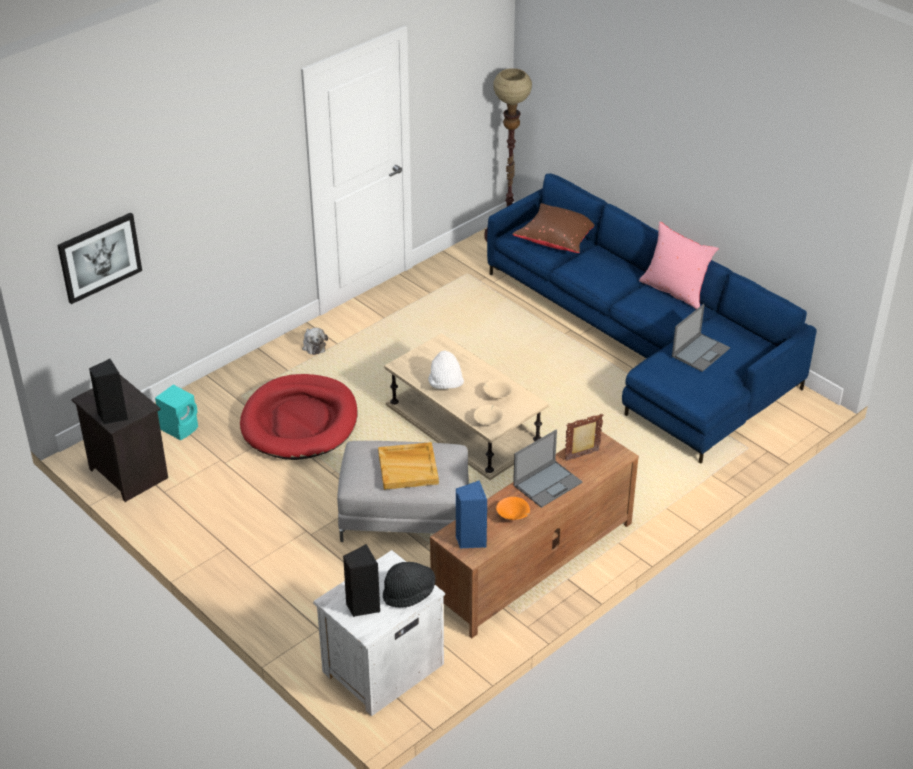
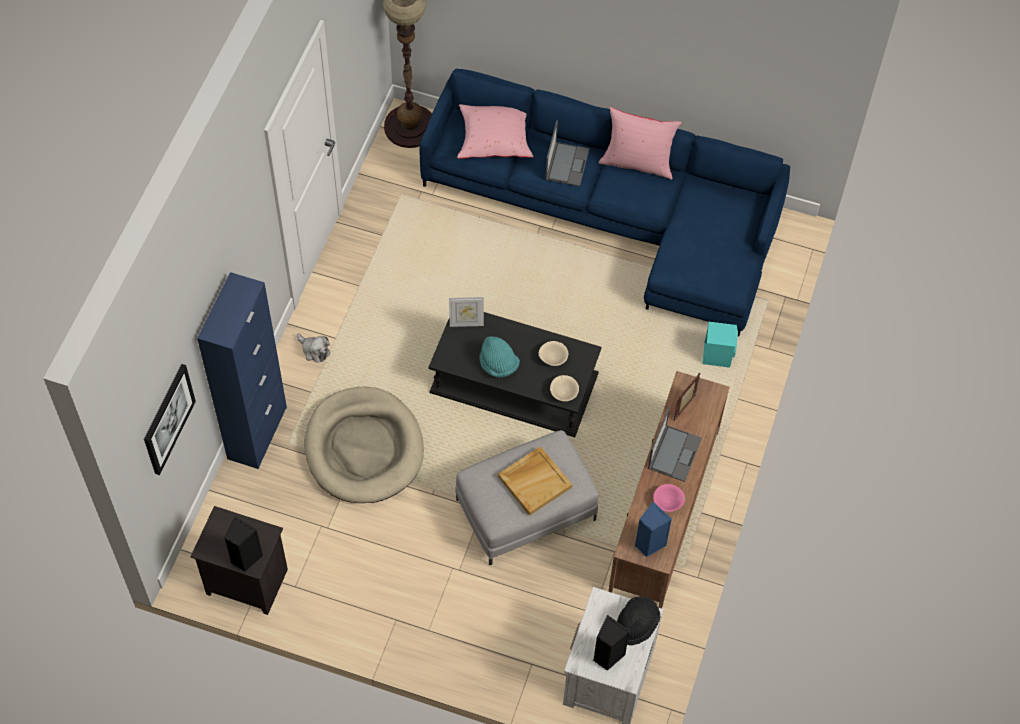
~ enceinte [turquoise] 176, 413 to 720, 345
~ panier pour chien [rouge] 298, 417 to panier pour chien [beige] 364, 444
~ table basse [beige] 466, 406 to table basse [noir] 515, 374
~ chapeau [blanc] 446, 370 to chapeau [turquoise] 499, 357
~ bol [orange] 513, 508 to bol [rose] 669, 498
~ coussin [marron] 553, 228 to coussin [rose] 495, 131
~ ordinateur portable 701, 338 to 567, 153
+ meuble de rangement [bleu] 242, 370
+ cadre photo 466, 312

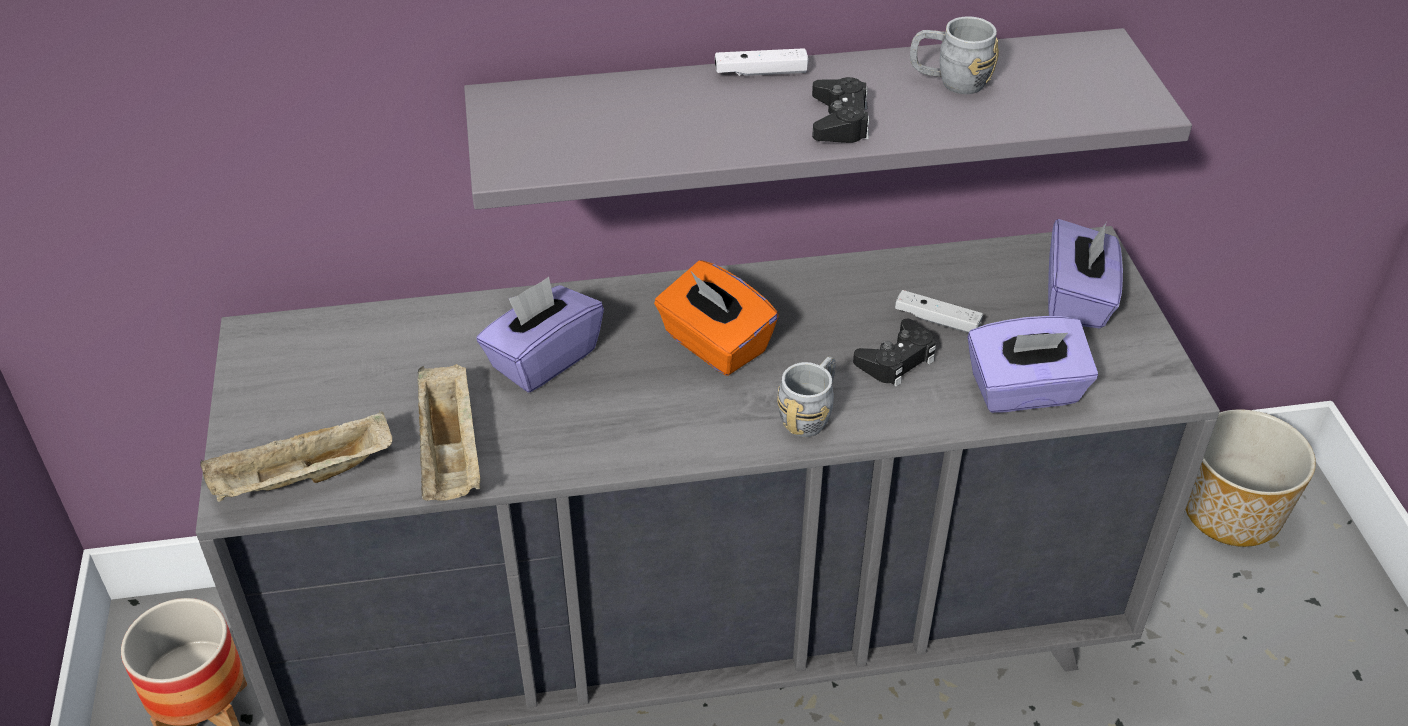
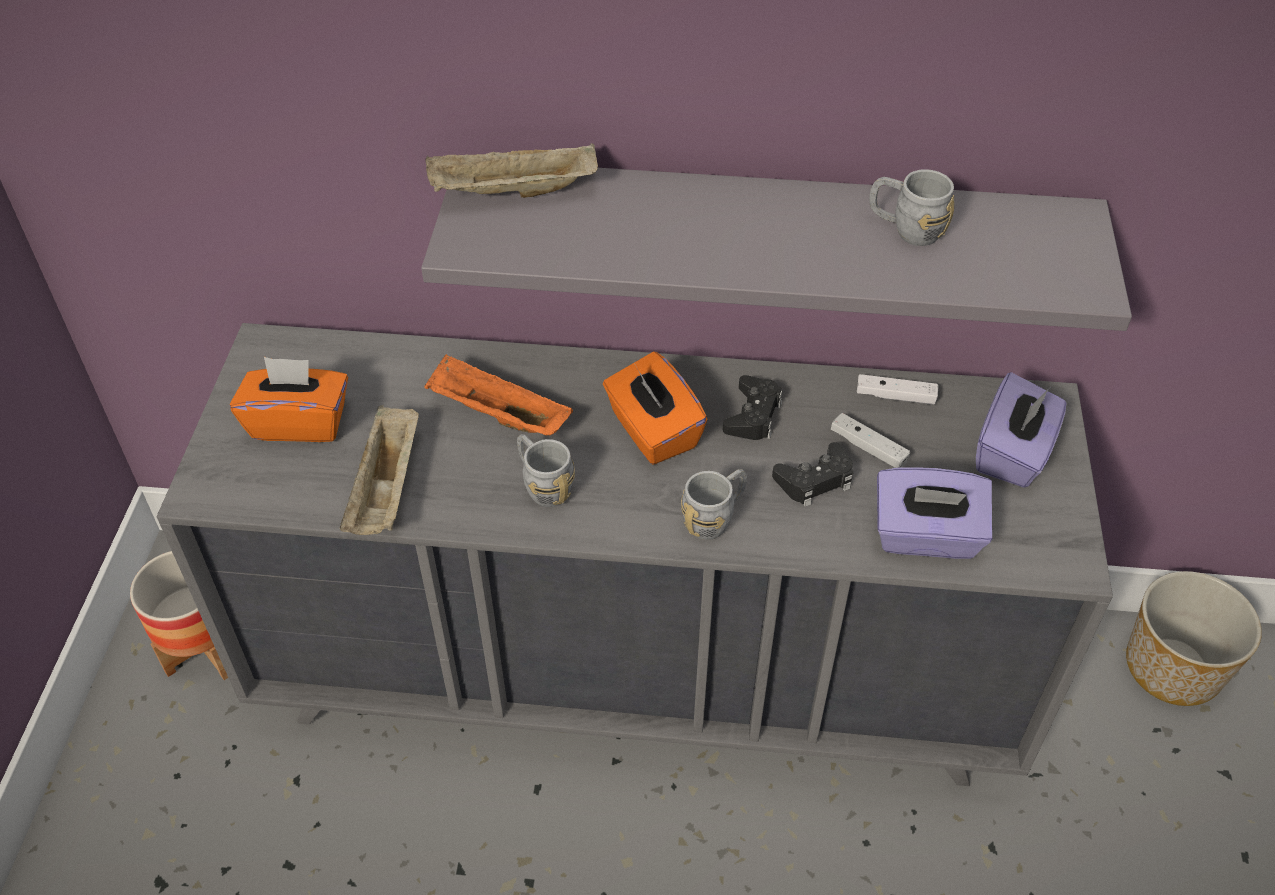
~ plateau [beige] 296, 456 to 511, 170
~ boîte à mouchoirs [violet] 540, 335 to plateau [orange] 498, 395
~ manette [blanc] 761, 62 to 897, 389
~ manette [noir] 840, 110 to 752, 407
+ boîte à mouchoirs [orange] 289, 399
+ mug [gris] 546, 470

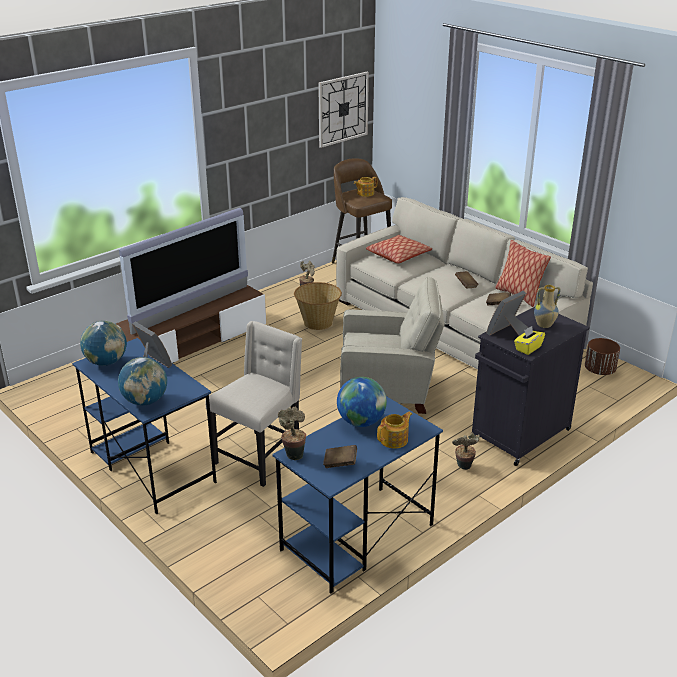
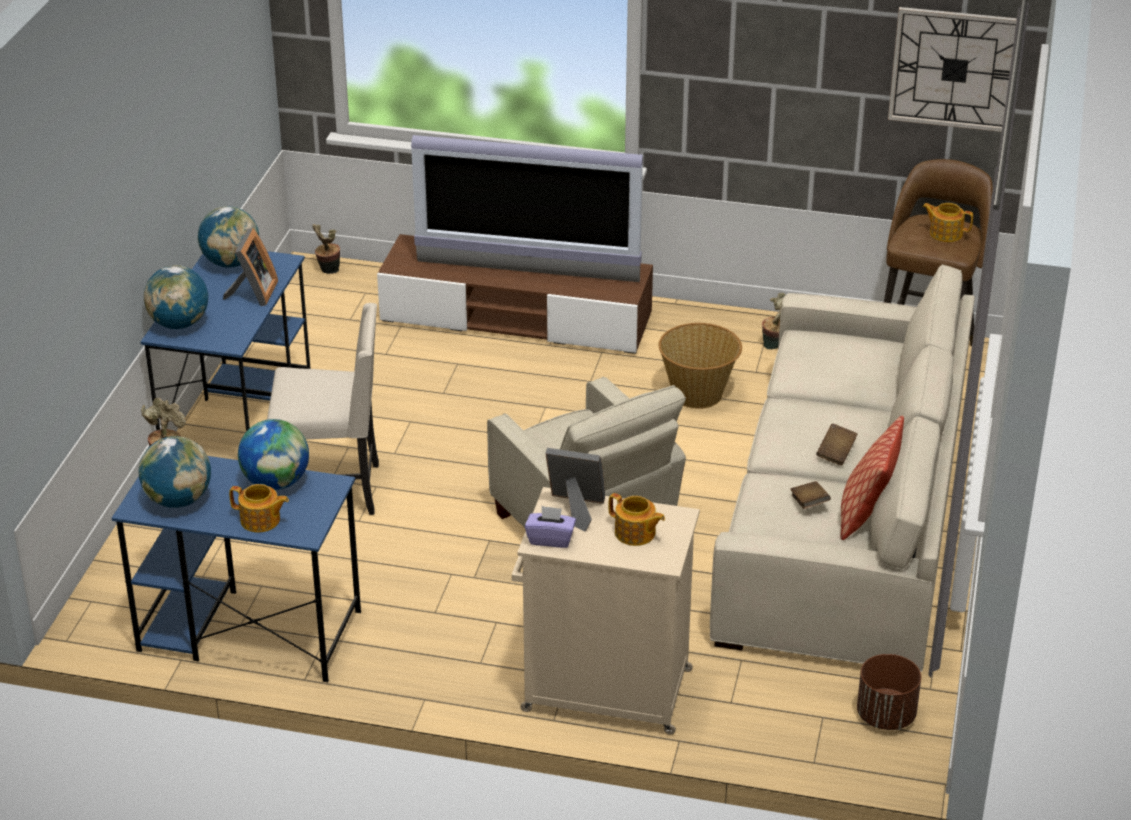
~ livre [marron] 340, 456 to globe 175, 472
- coussin 399, 249
~ plante en pot 466, 451 to 326, 249
~ meuble de rangement [noir] 531, 386 to meuble de rangement [beige] 606, 611
~ boîte à mouchoirs [jaune] 529, 340 to boîte à mouchoirs [violet] 550, 527
~ vase 547, 306 to théière 636, 519

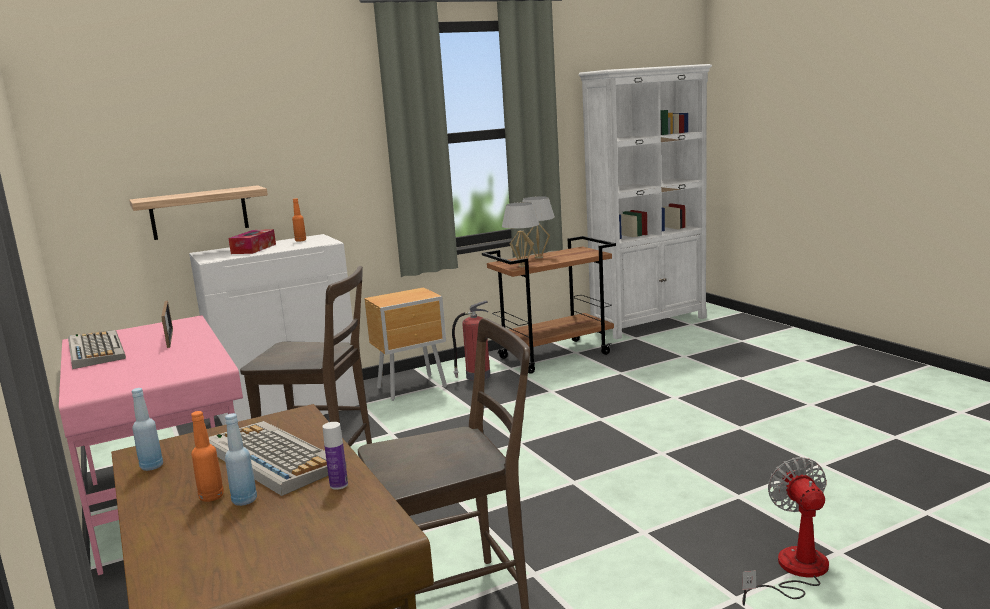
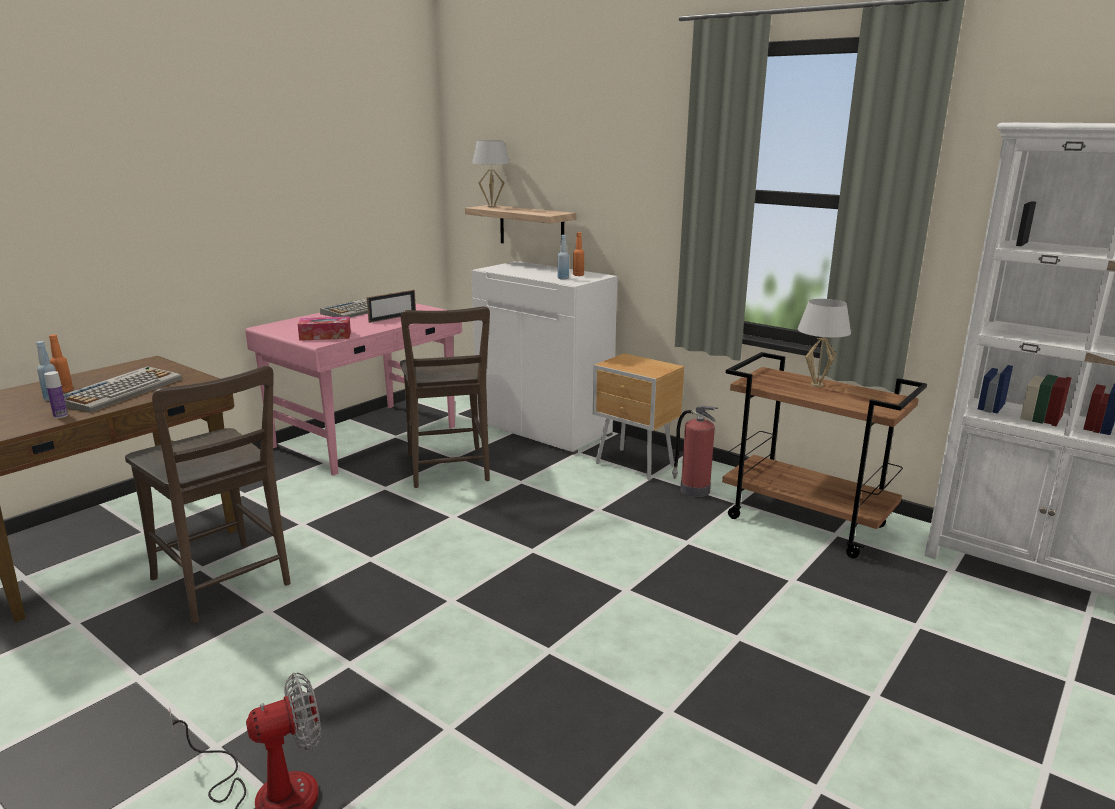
~ bouteille [bleu] 147, 429 to 563, 257
~ boîte à mouchoirs 252, 241 to 324, 329
~ lampe de table [blanc] 520, 234 to 491, 173

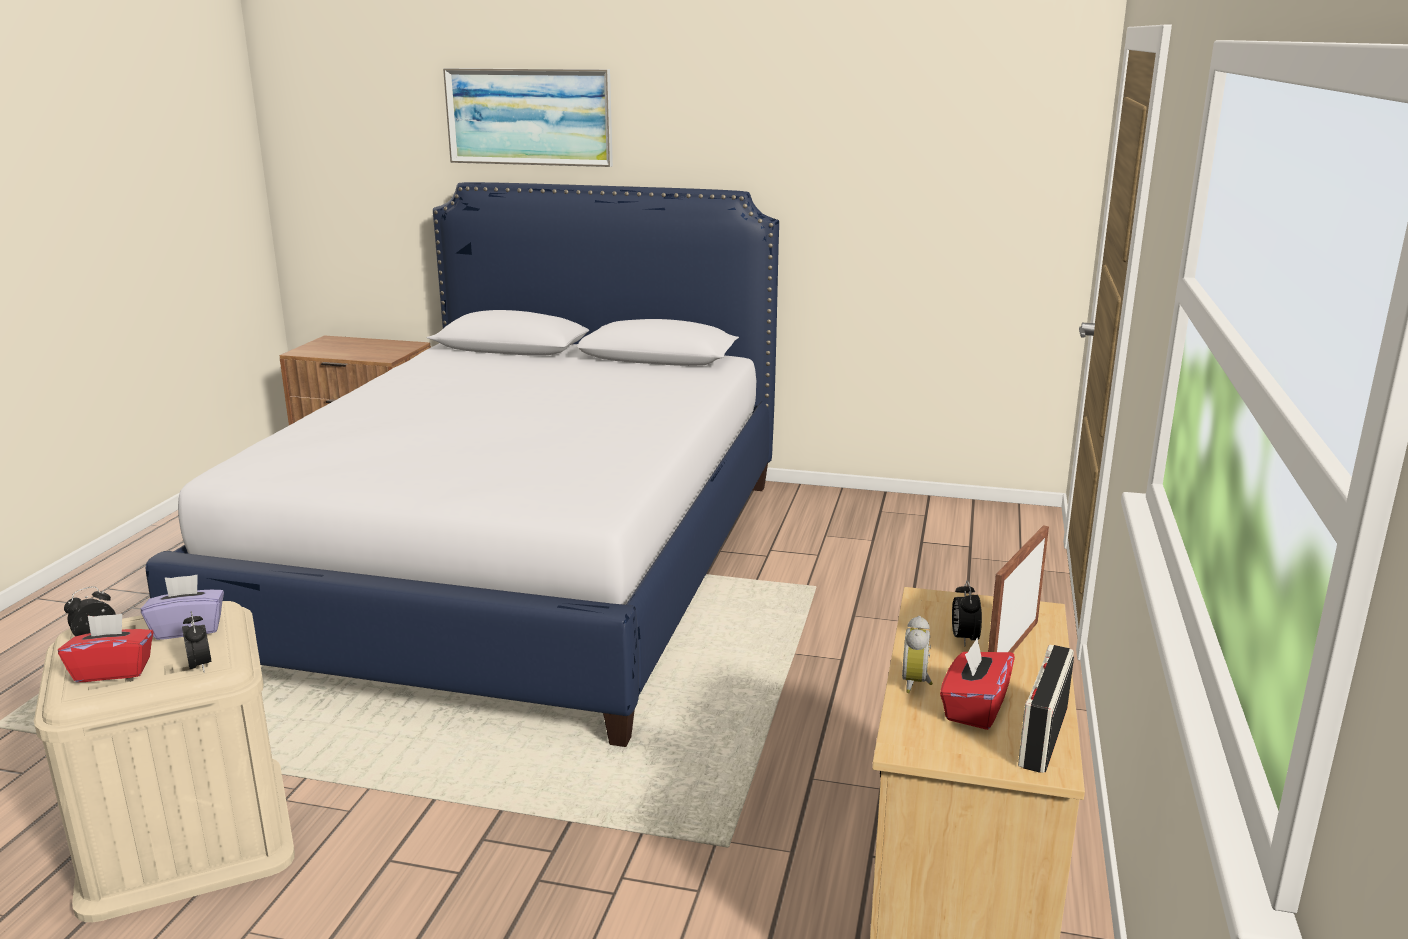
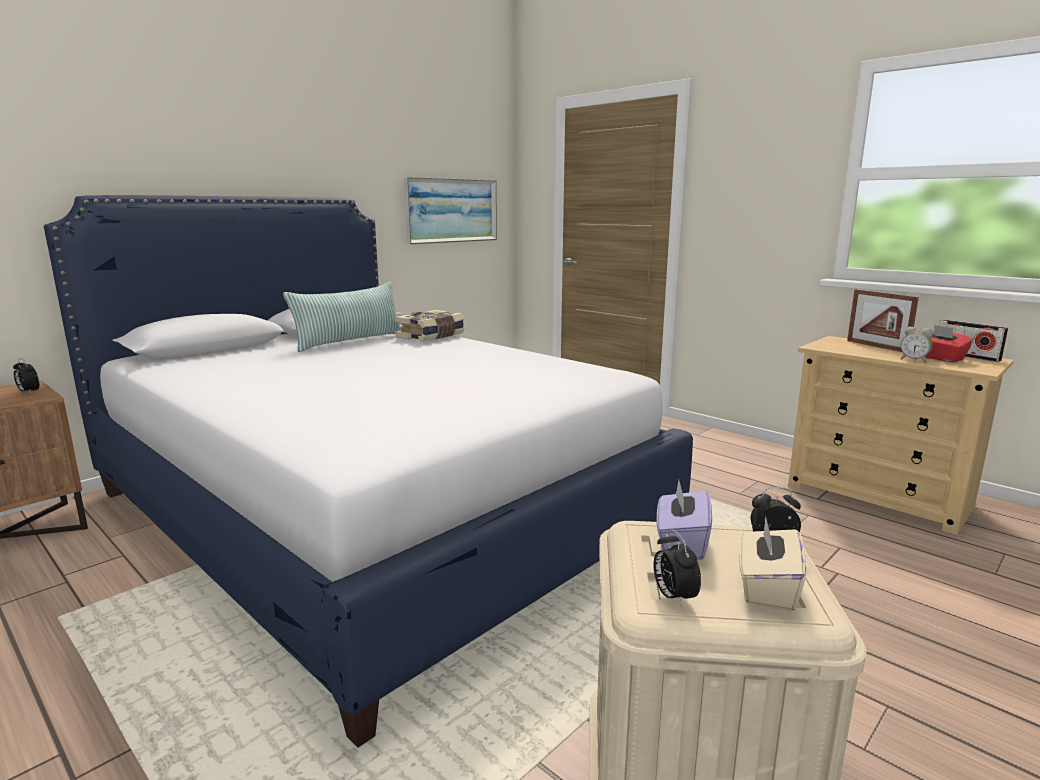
~ boîte à mouchoirs [rouge] 106, 648 to boîte à mouchoirs [beige] 772, 563
~ tableau 528, 117 to 450, 210
~ réveil 967, 613 to 26, 376
+ coussin 342, 317
+ livre 429, 326

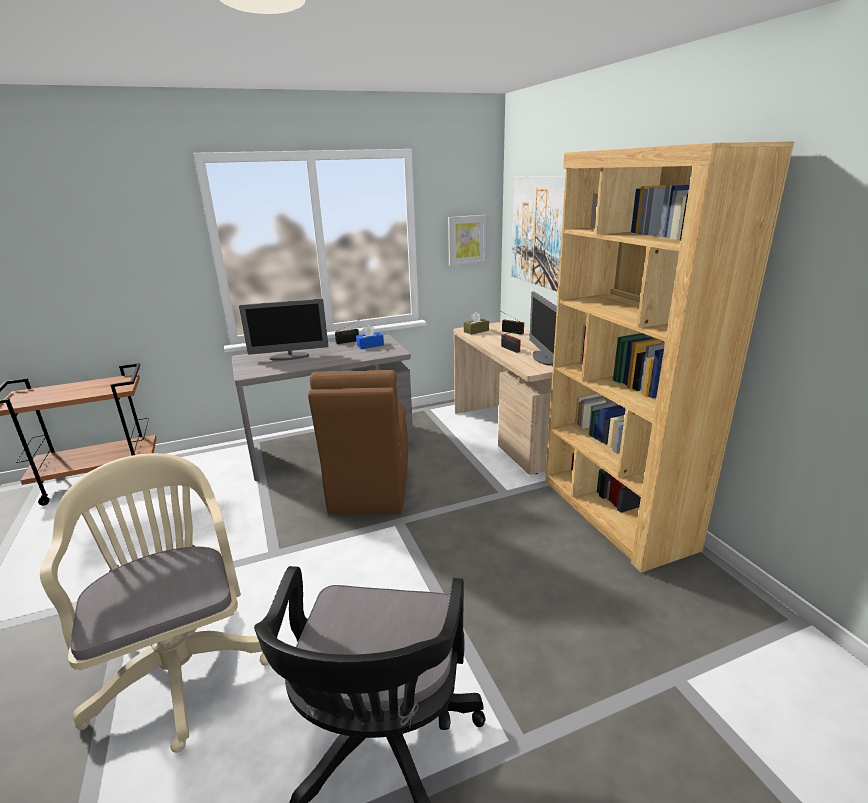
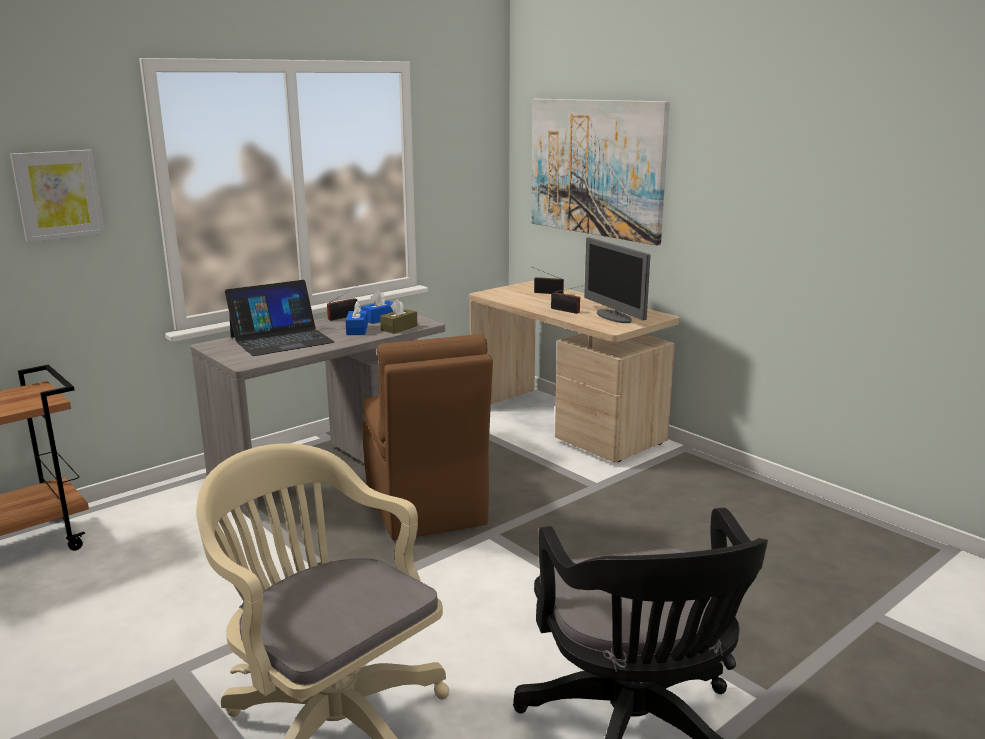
~ écran d'ordinateur 283, 329 to ordinateur portable 280, 318
~ tableau 467, 240 to 57, 196
~ boîte à mouchoirs [marron] 476, 323 to 399, 316
- bibliothèque [marron] 669, 357
+ boîte à mouchoirs [bleu] 356, 318

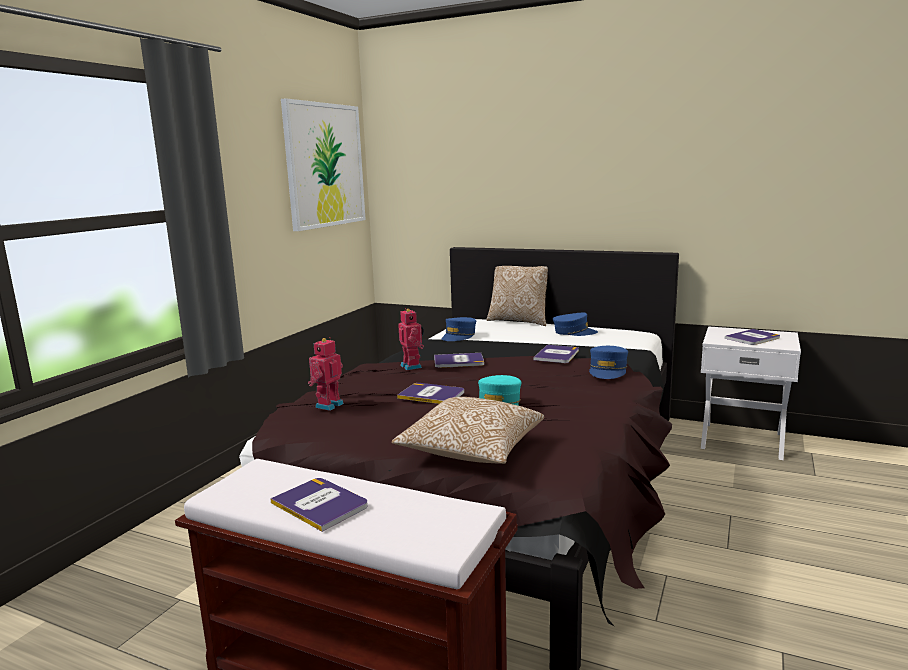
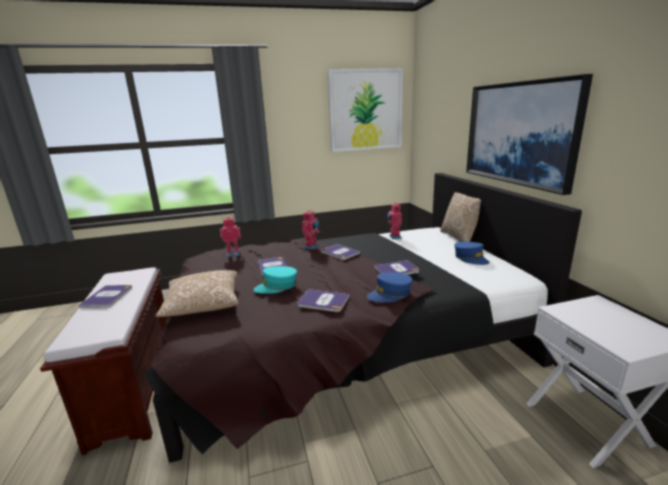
~ casquette [bleu] 459, 329 to robot jouet 394, 221
~ livre 752, 337 to 323, 300
+ tableau 529, 134

